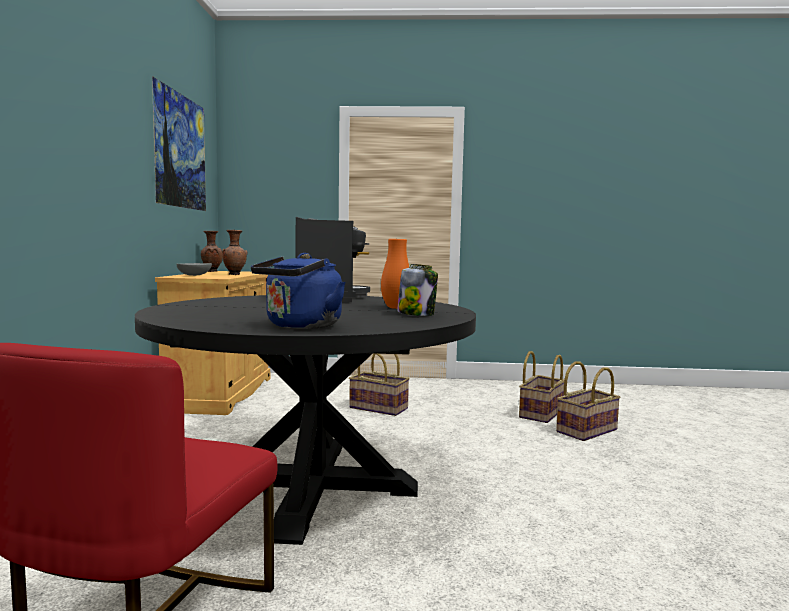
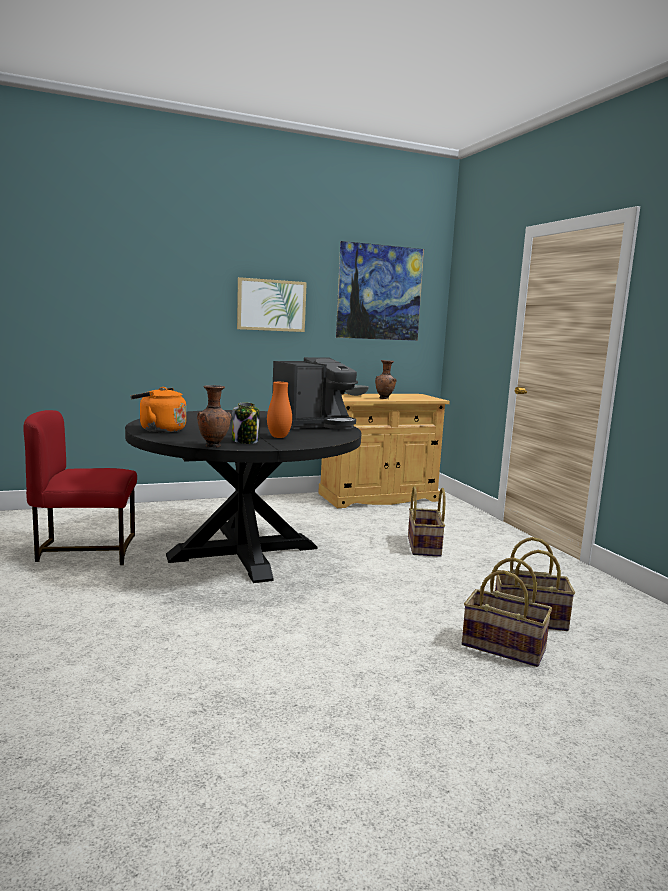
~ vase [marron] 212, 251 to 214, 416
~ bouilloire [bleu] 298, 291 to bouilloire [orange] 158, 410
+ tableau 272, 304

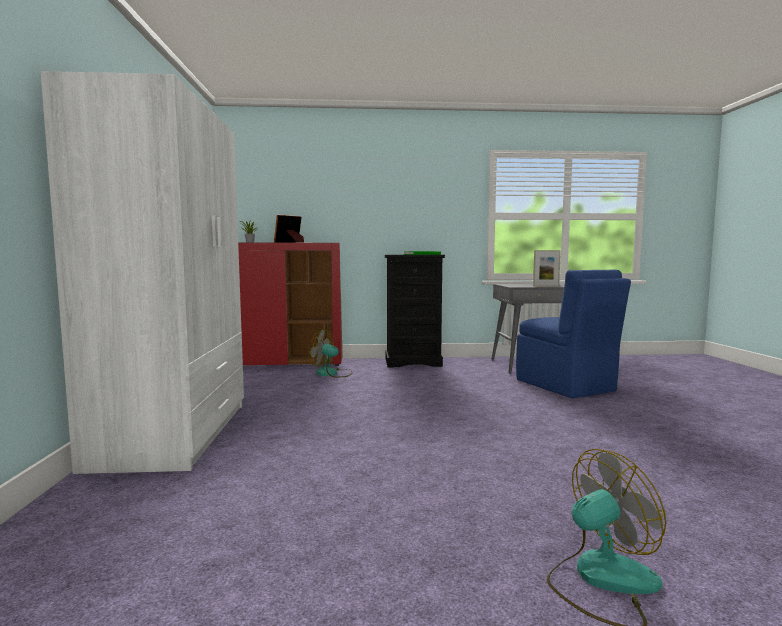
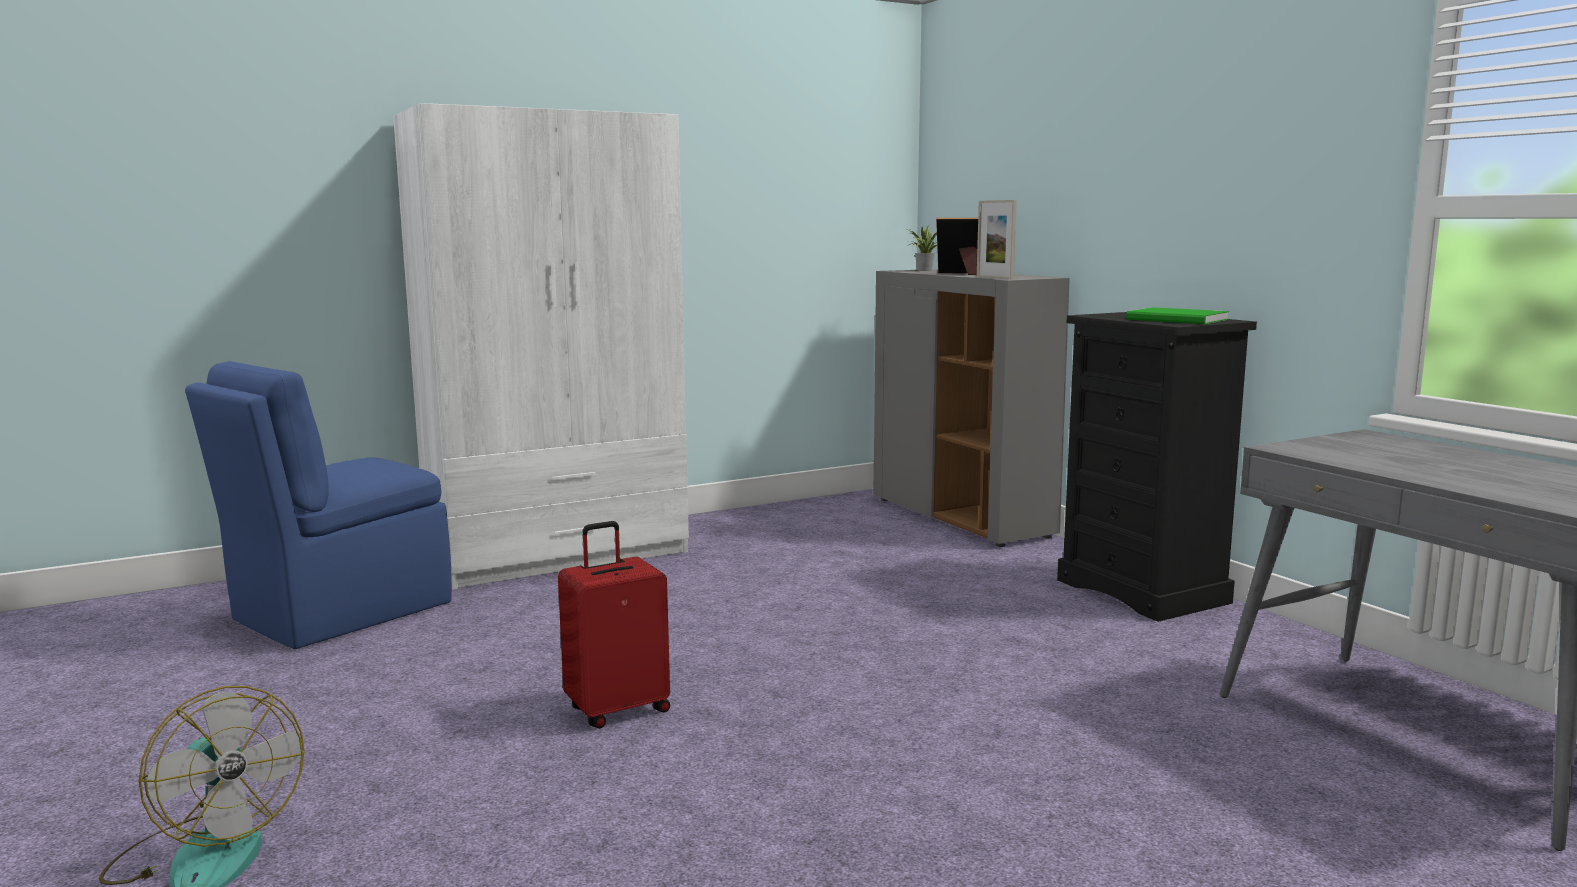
~ meuble de rangement [rouge] 290, 304 to meuble de rangement [gris] 971, 408
- ventilateur 330, 353
~ chaise [bleu] 573, 333 to 318, 505
~ cadre photo 547, 268 to 997, 239
+ valise [rouge] 614, 625

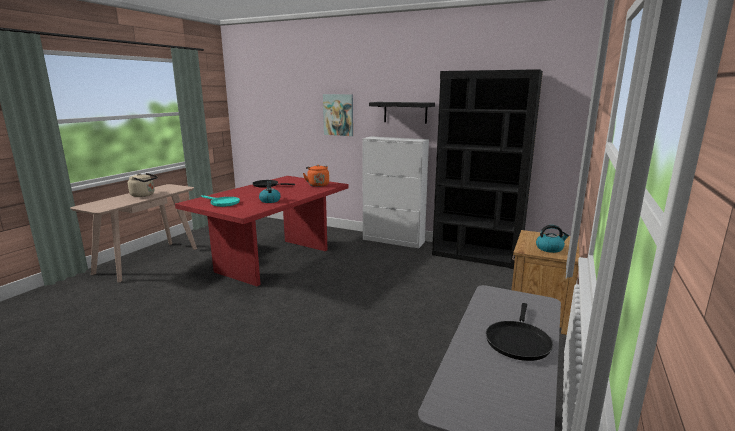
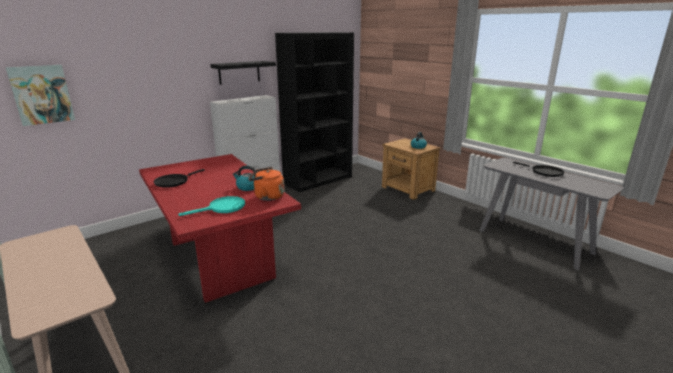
- bouilloire [beige] 143, 185
~ bouilloire [orange] 316, 176 to 266, 184
~ tableau 338, 115 to 40, 95

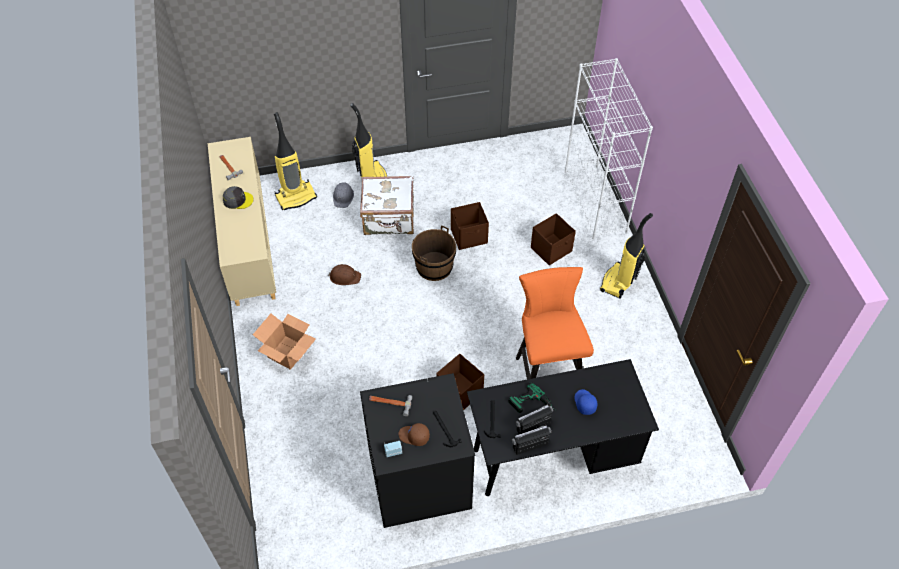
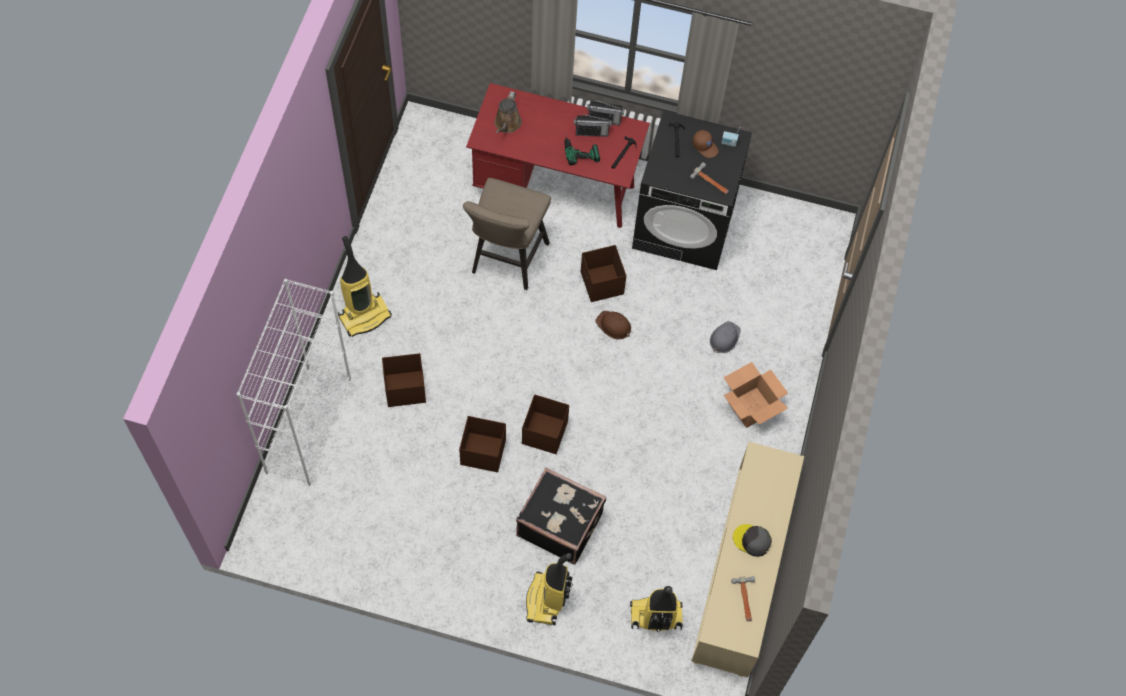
~ casque de chantier [marron] 344, 274 to 613, 325
~ casque de chantier [gris] 343, 195 to 725, 337
~ valise [blanc] 387, 205 to valise [noir] 561, 515
~ seau [marron] 434, 253 to boîte de rangement [marron] 545, 424
~ bureau [noir] 563, 427 to bureau [rouge] 558, 155
~ tabouret [orange] 555, 323 to tabouret [beige] 507, 234
- casquette [bleu] 586, 402
+ arrosoir [marron] 508, 112

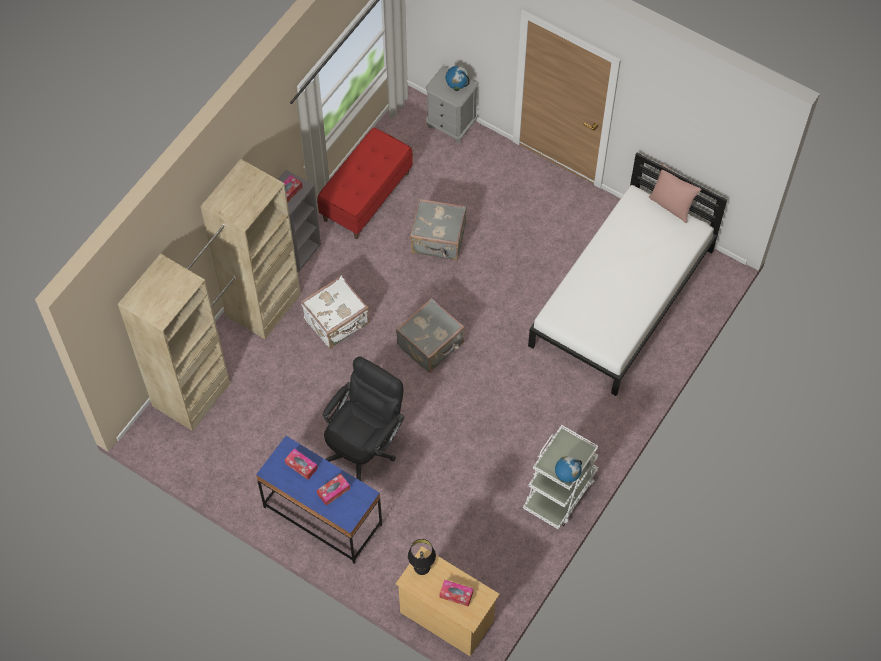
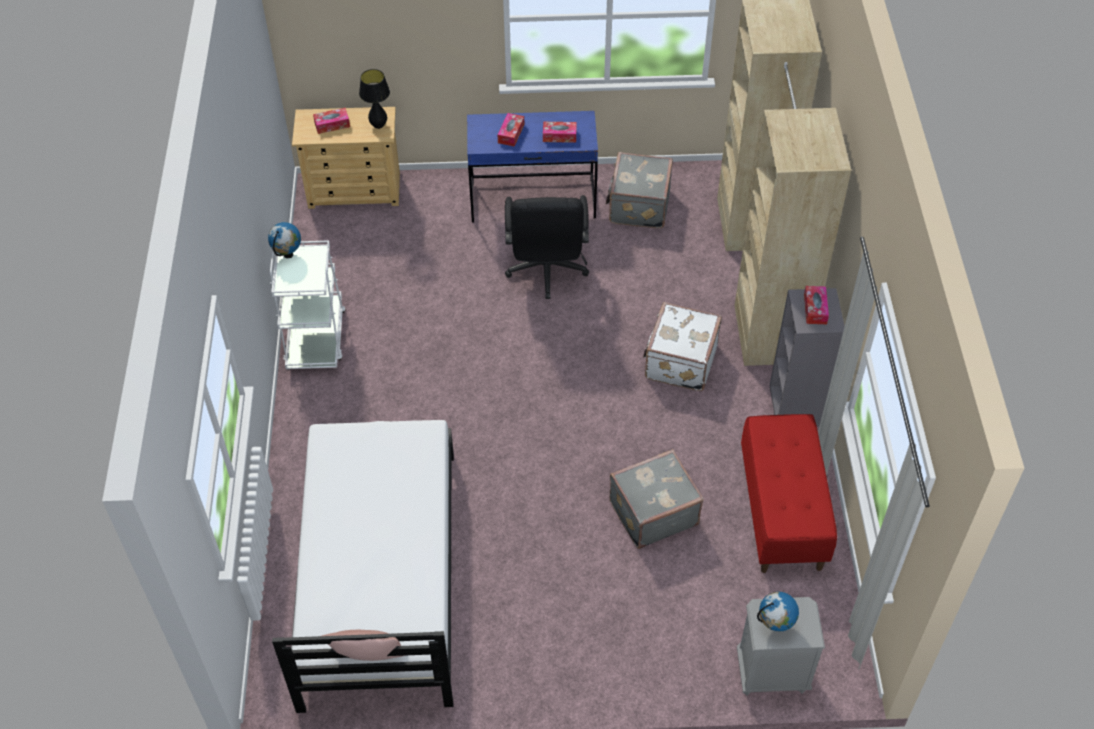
~ valise [gris] 430, 335 to 639, 190

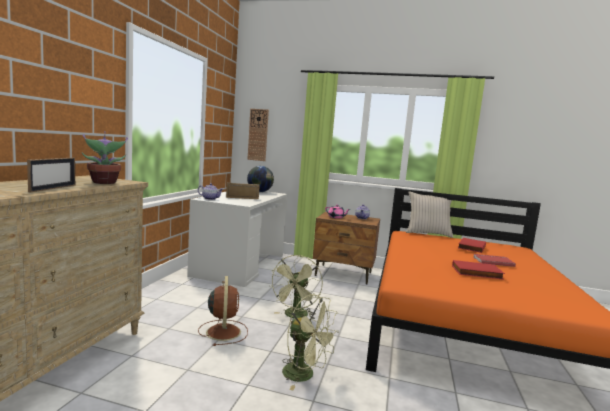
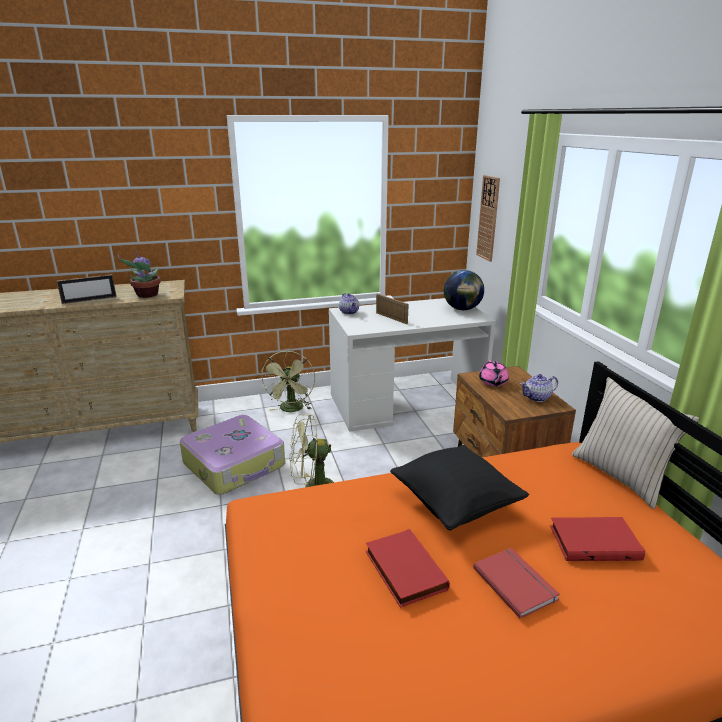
~ ventilateur [marron] 223, 311 to valise 232, 455
~ ventilateur [vert] 310, 342 to 288, 381
+ coussin [noir] 459, 487

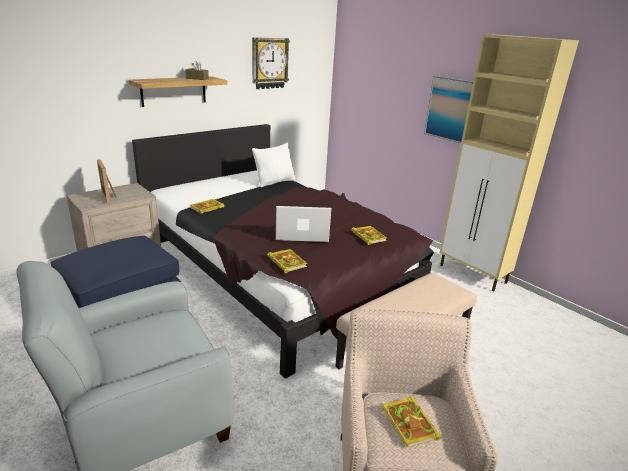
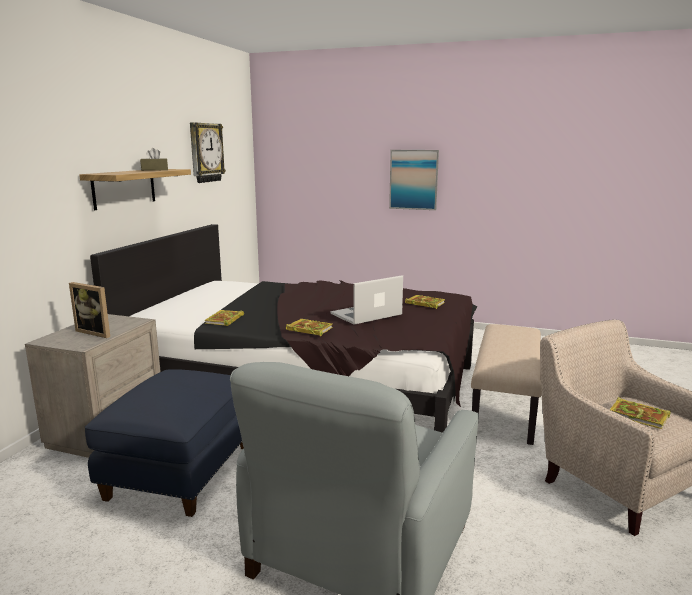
- coussin [blanc] 274, 164
~ livre 287, 261 to 309, 327
- meuble de rangement [beige] 509, 163

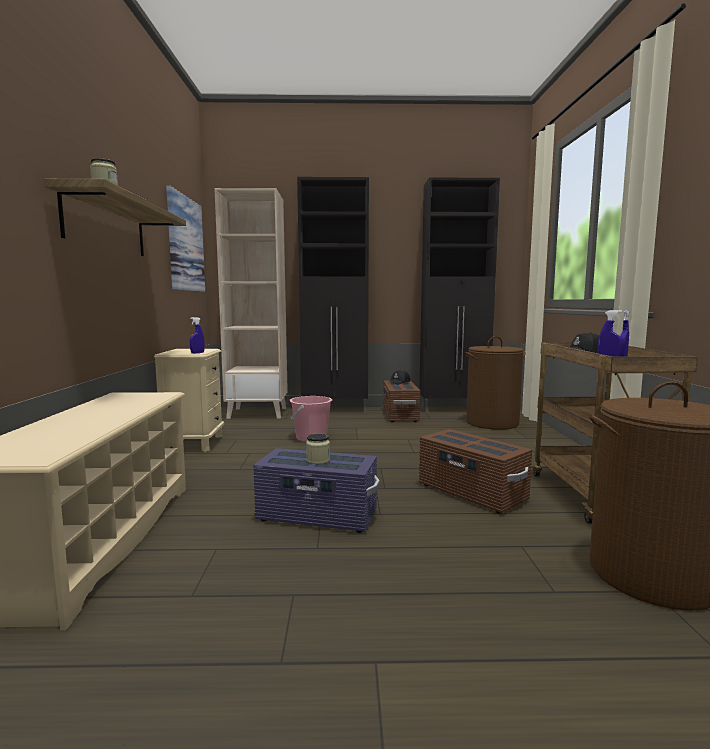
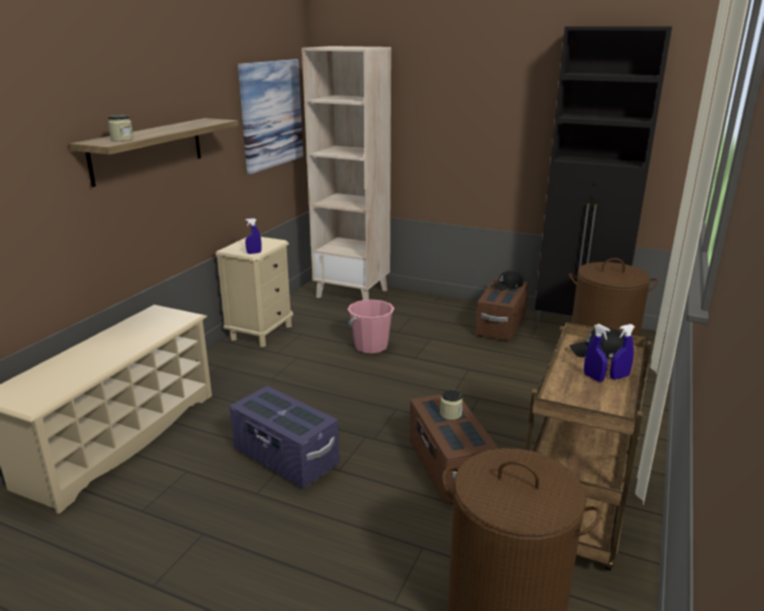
- meuble de rangement [noir] 333, 295
~ bocal 318, 448 to 451, 404

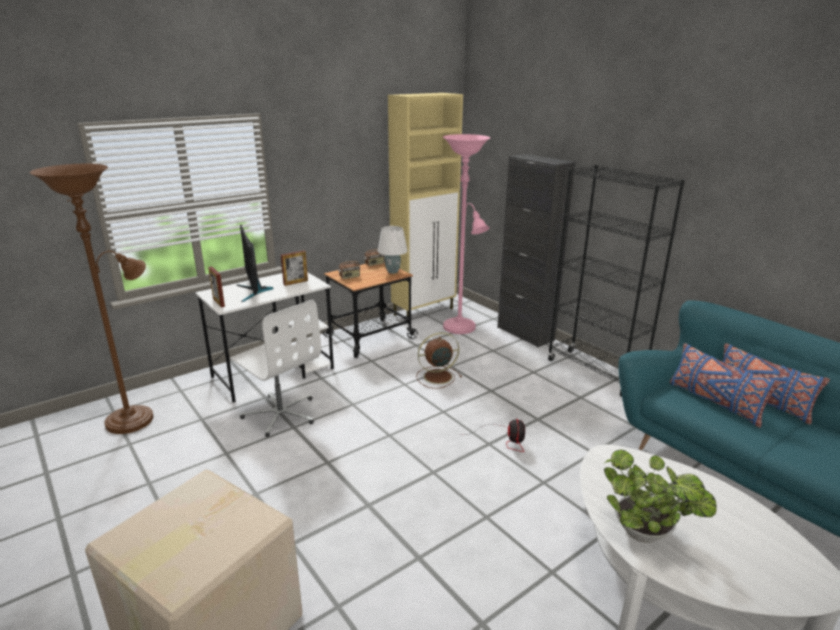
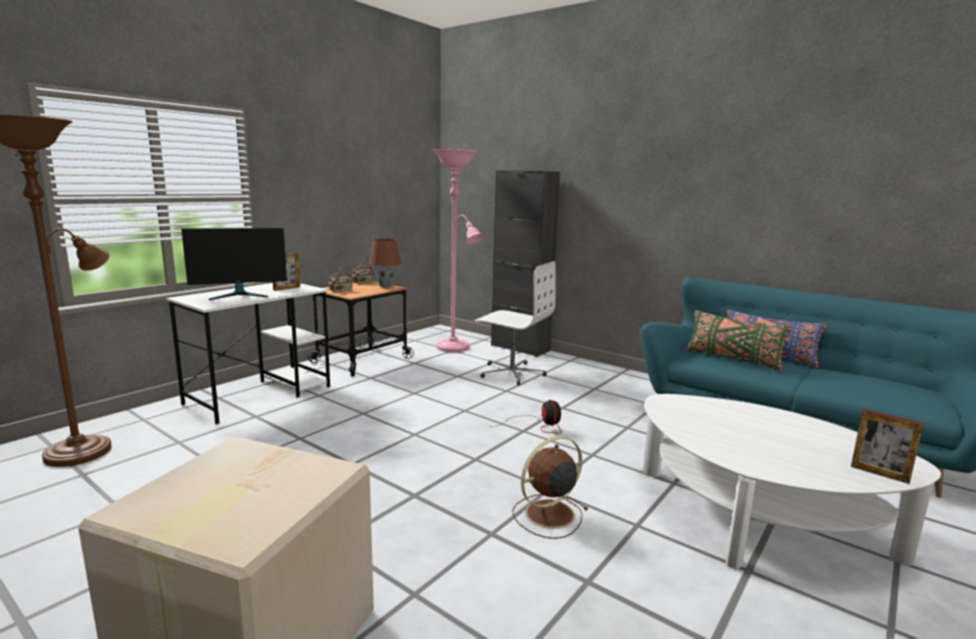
~ cadre photo 216, 287 to 887, 446
~ chaise de bureau [blanc] 275, 368 to 515, 323
~ écran d'ordinateur 254, 263 = 234, 264 75 degrees counterclockwise
~ lampe de table [blanc] 392, 250 to lampe de table [marron] 385, 263
- meuble de rangement [beige] 425, 204
~ ventilateur [marron] 439, 360 to 550, 487
- bibliothèque [noir] 616, 281
- plante en pot 660, 496
~ coussin [bleu] 725, 385 to coussin [vert] 740, 341

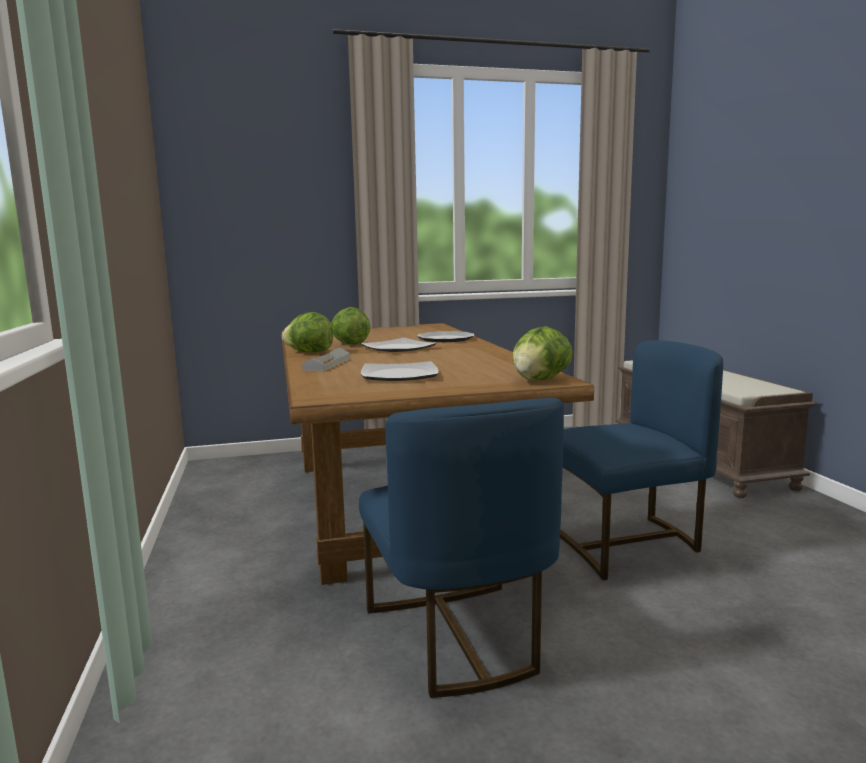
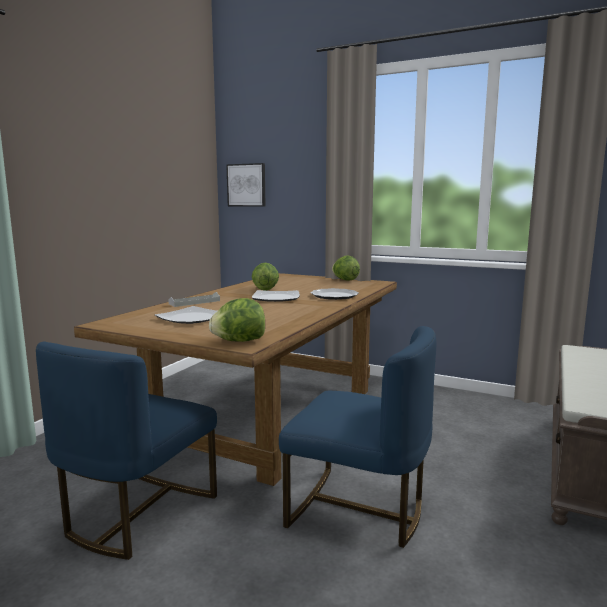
~ laitue 307, 332 to 346, 268
+ tableau 246, 185

